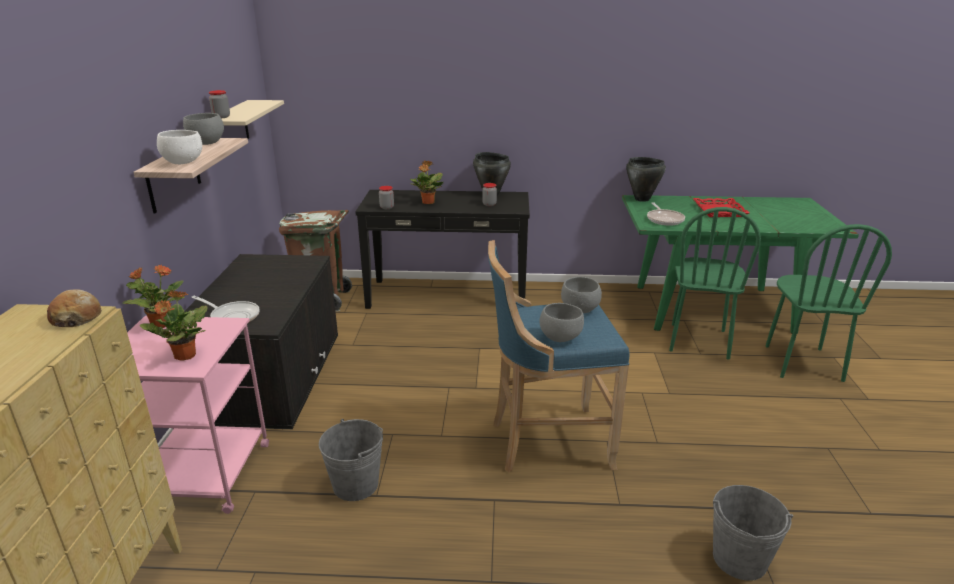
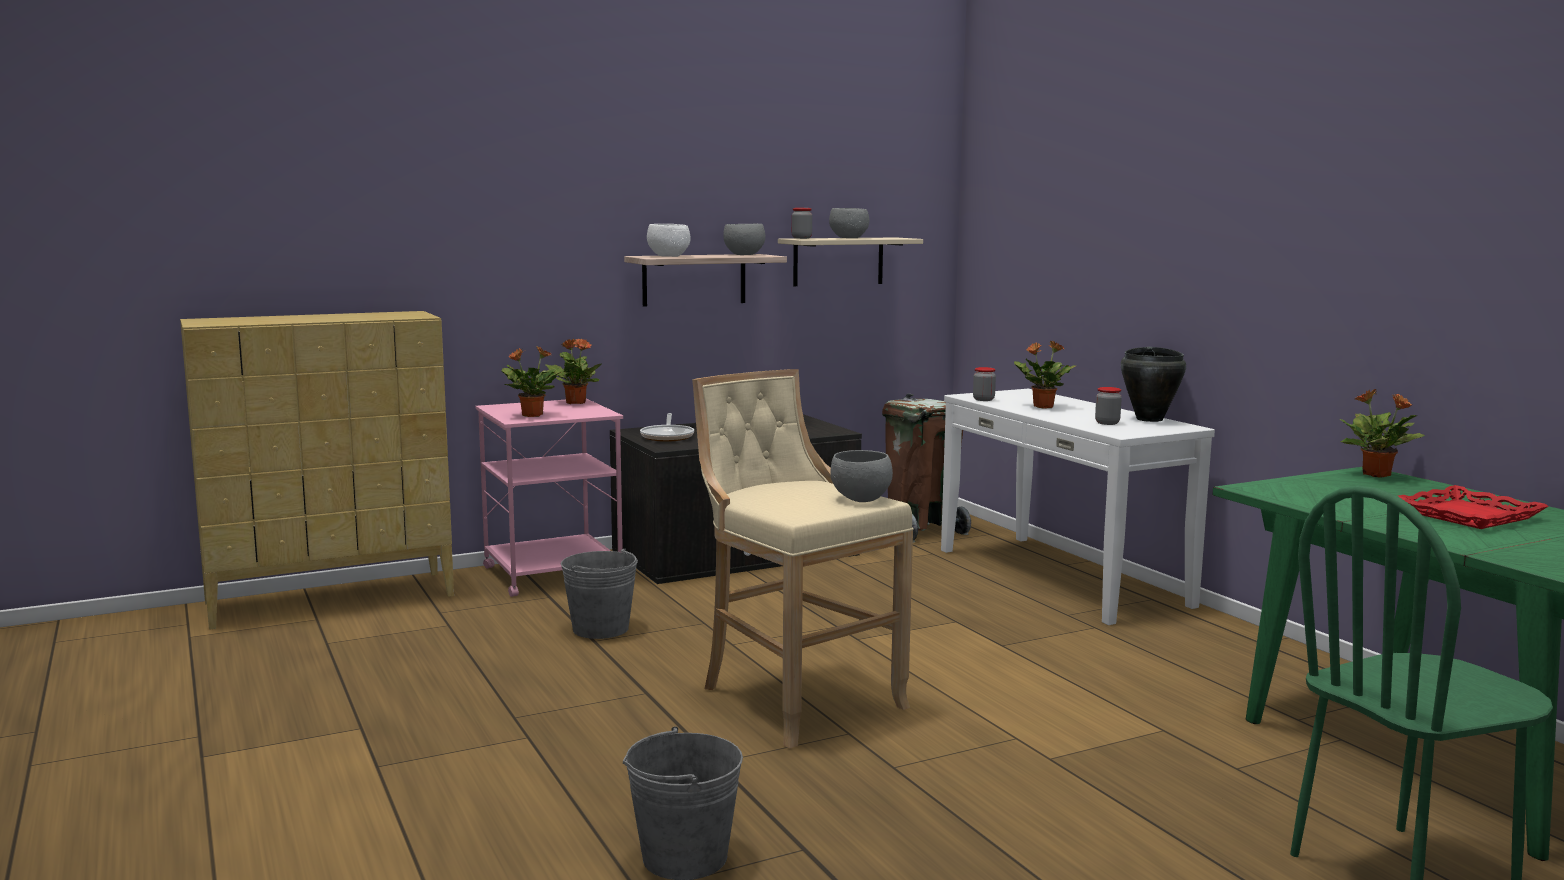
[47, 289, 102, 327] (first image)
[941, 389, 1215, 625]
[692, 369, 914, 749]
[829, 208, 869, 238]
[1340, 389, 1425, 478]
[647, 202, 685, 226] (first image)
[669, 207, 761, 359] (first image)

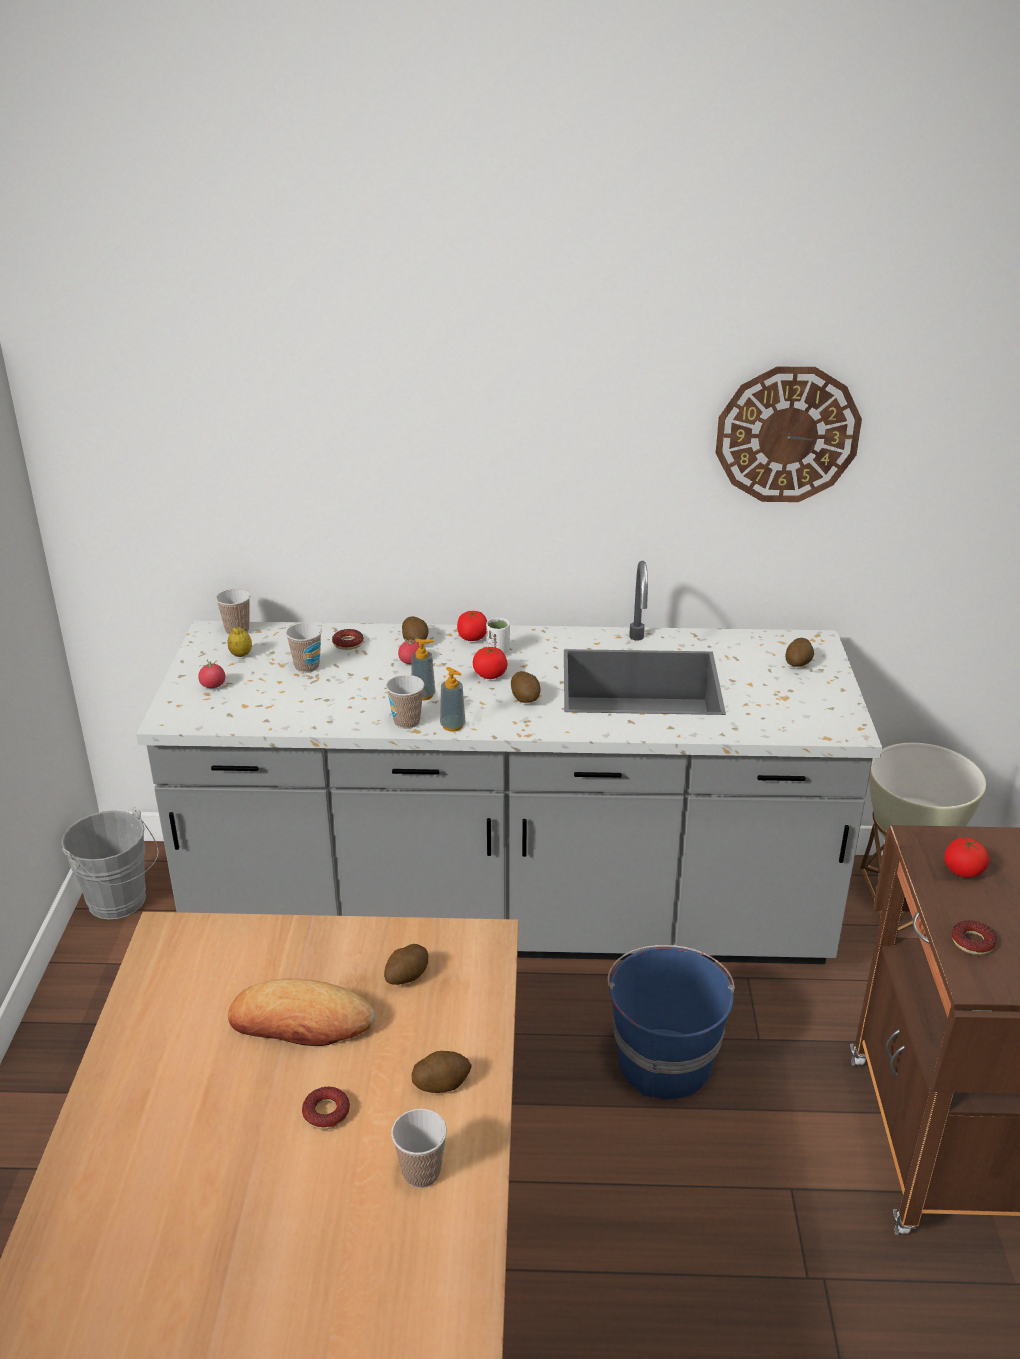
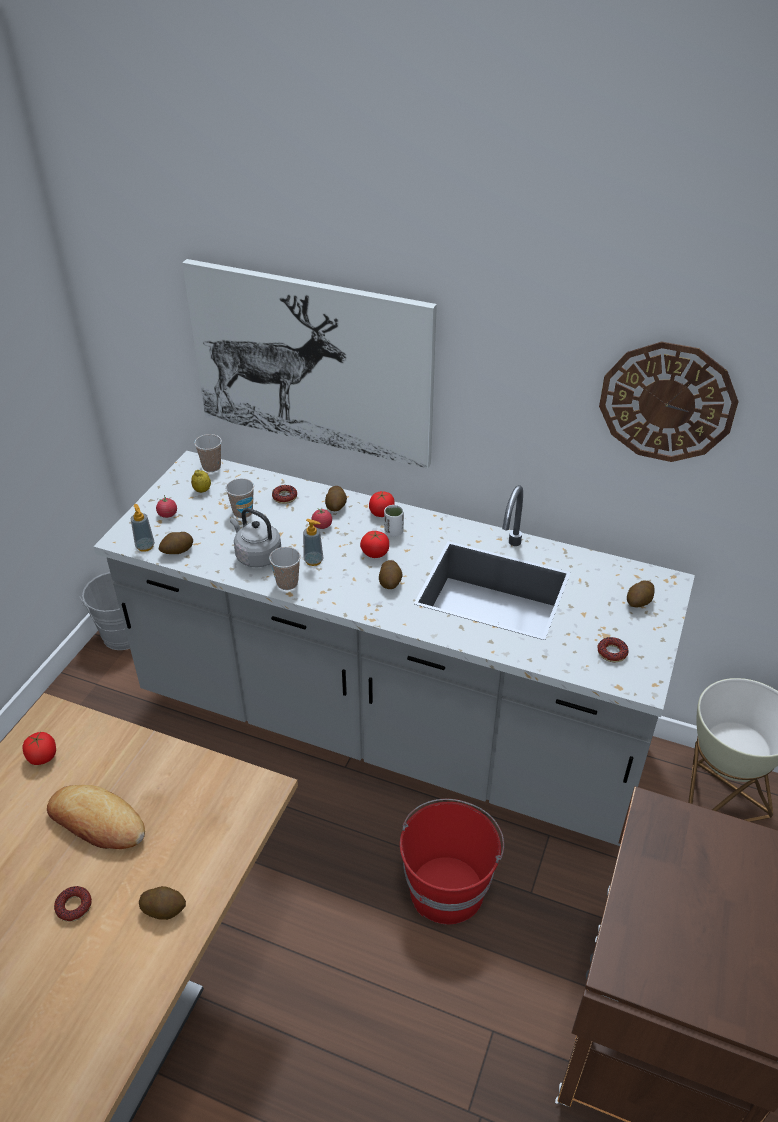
[158, 532, 193, 554]
[391, 1109, 447, 1188] (first image)
[131, 504, 155, 552]
[400, 799, 504, 924]
[22, 732, 56, 765]
[597, 637, 628, 662]
[182, 259, 437, 469]
[230, 508, 281, 567]

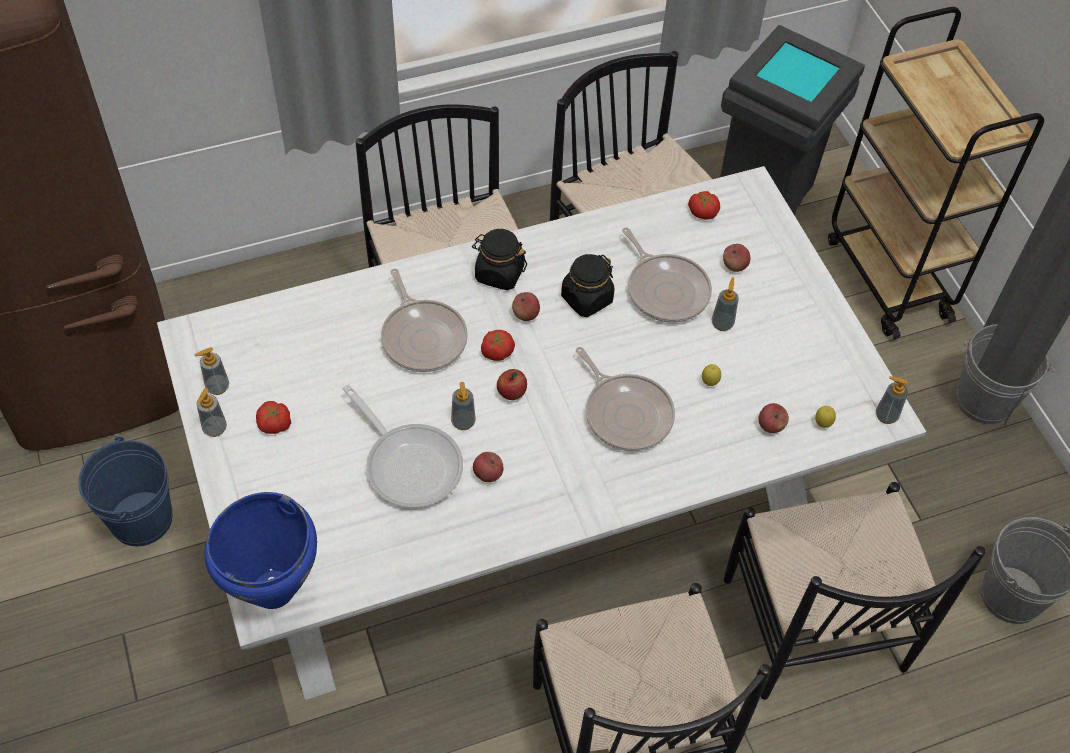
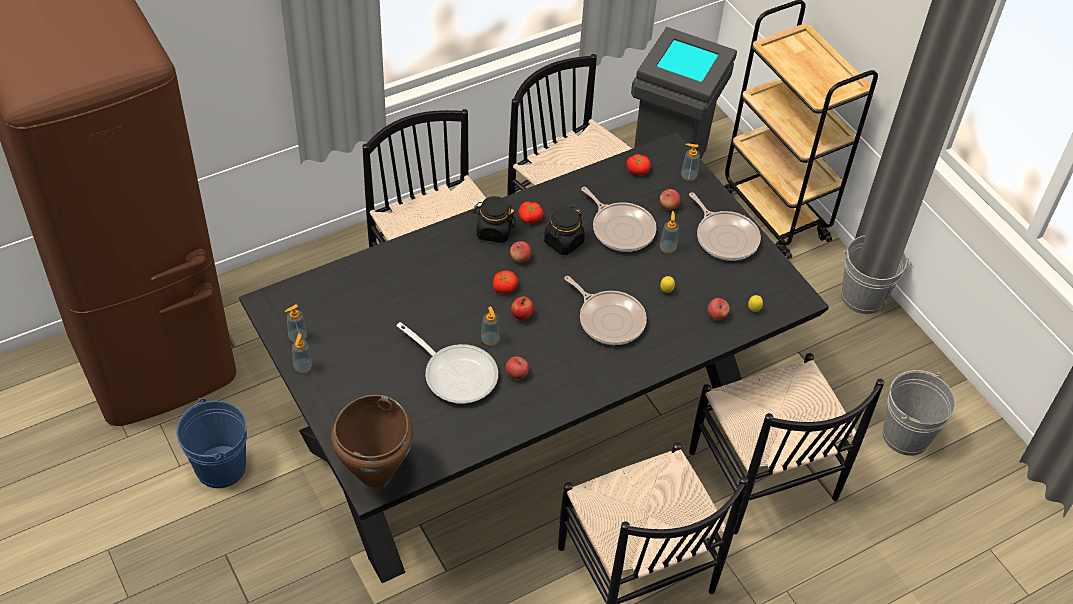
[239, 132, 829, 583]
[331, 395, 413, 487]
[518, 201, 544, 223]
[689, 192, 761, 261]
[681, 144, 700, 181]

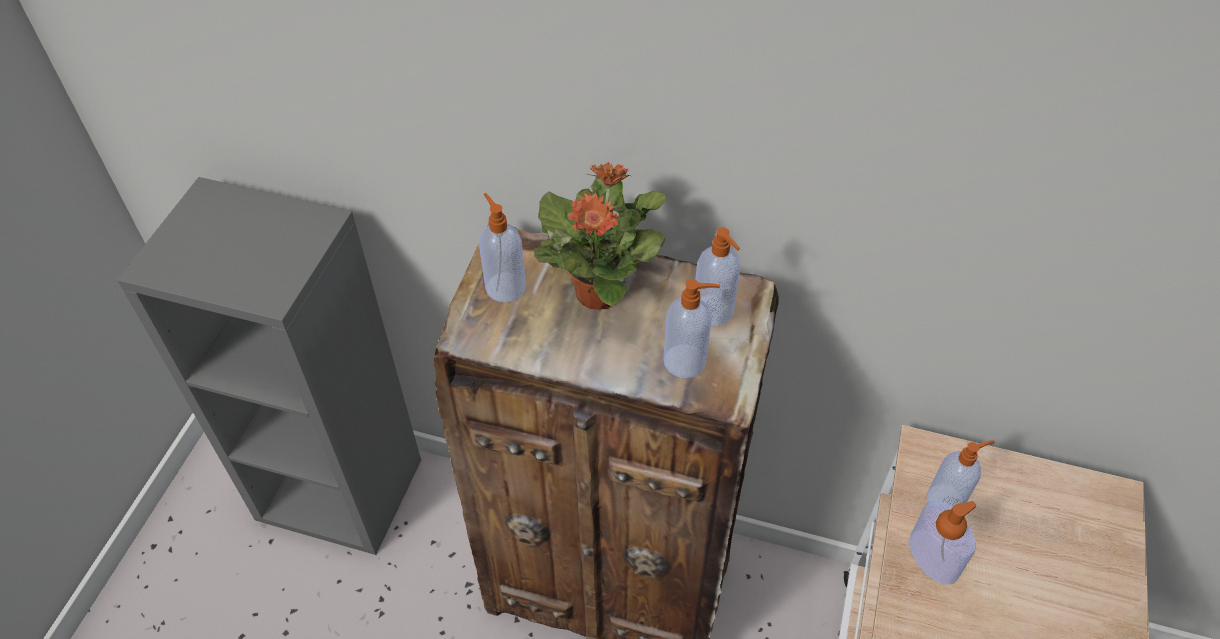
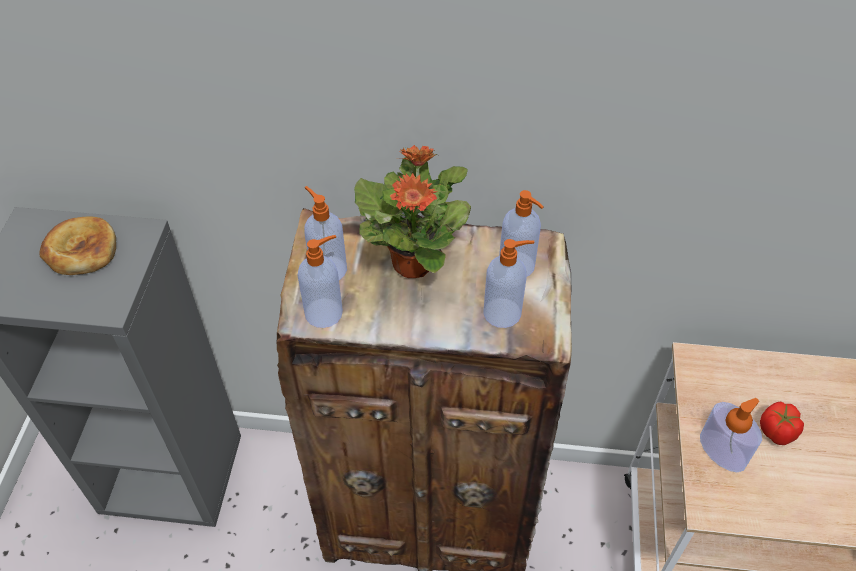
[297, 235, 343, 328]
[39, 216, 116, 275]
[760, 402, 804, 445]

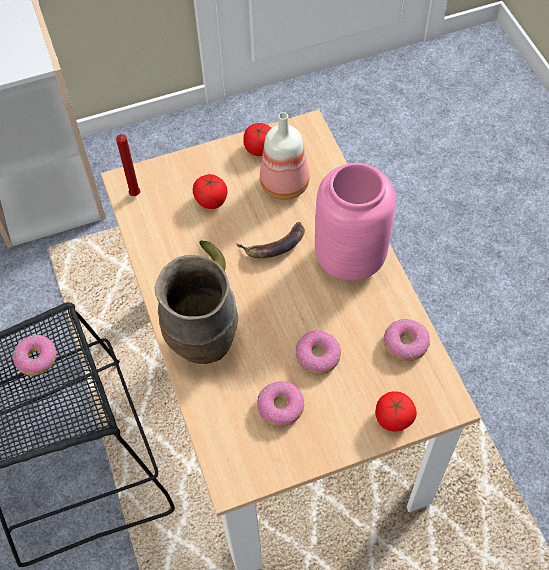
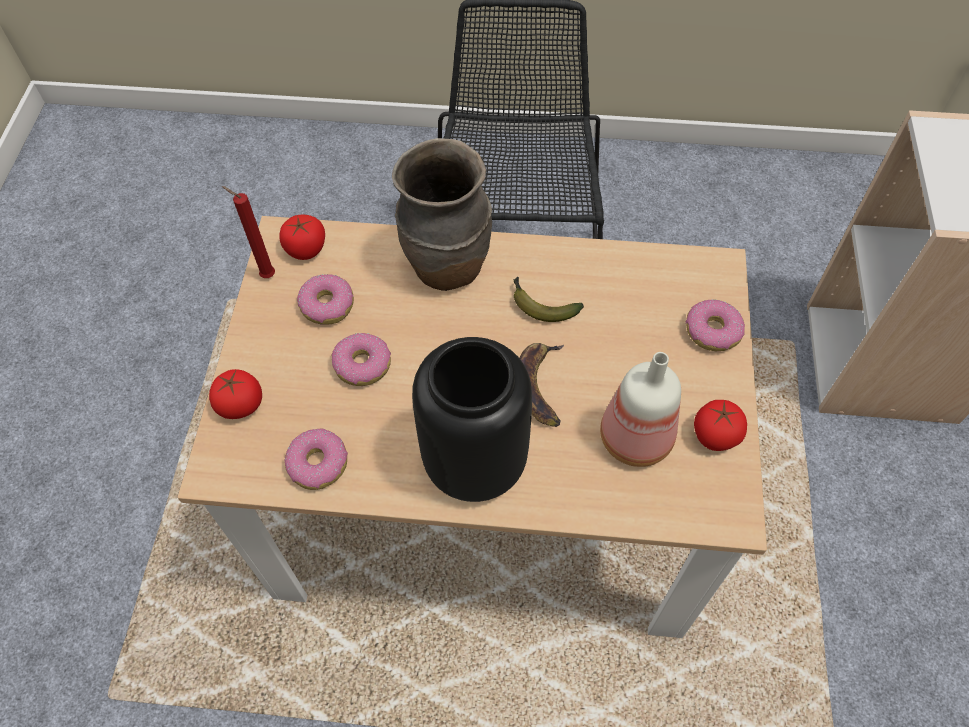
[686, 299, 745, 351]
[222, 186, 275, 278]
[280, 215, 325, 260]
[412, 337, 532, 502]

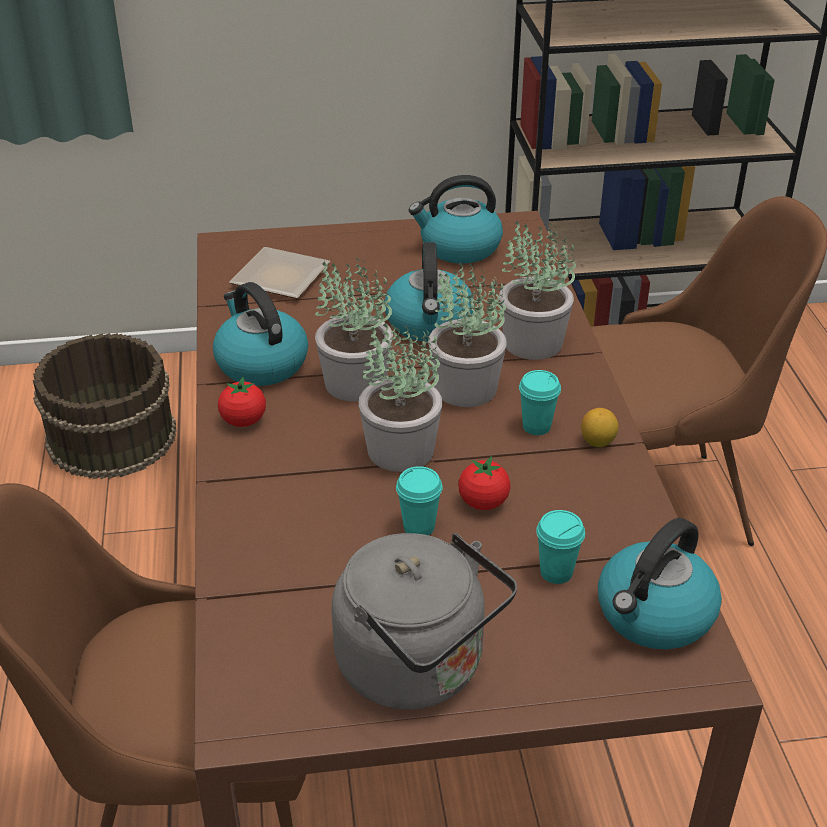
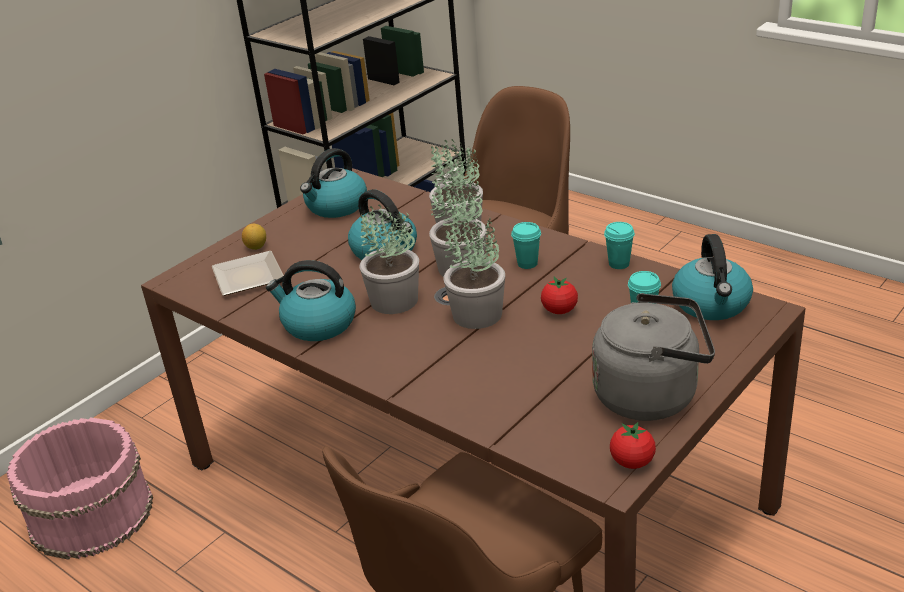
[6, 417, 153, 560]
[610, 422, 656, 469]
[604, 222, 635, 269]
[242, 224, 266, 250]

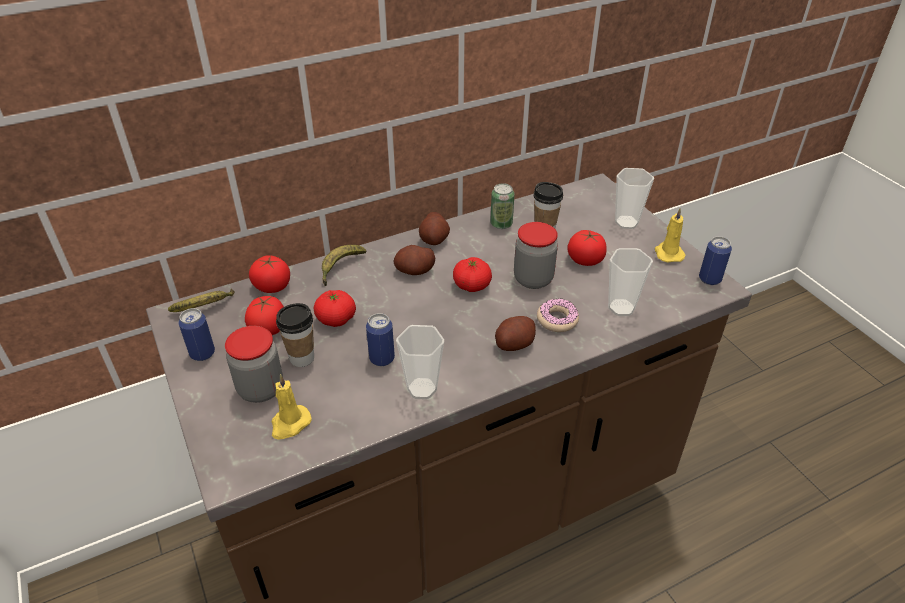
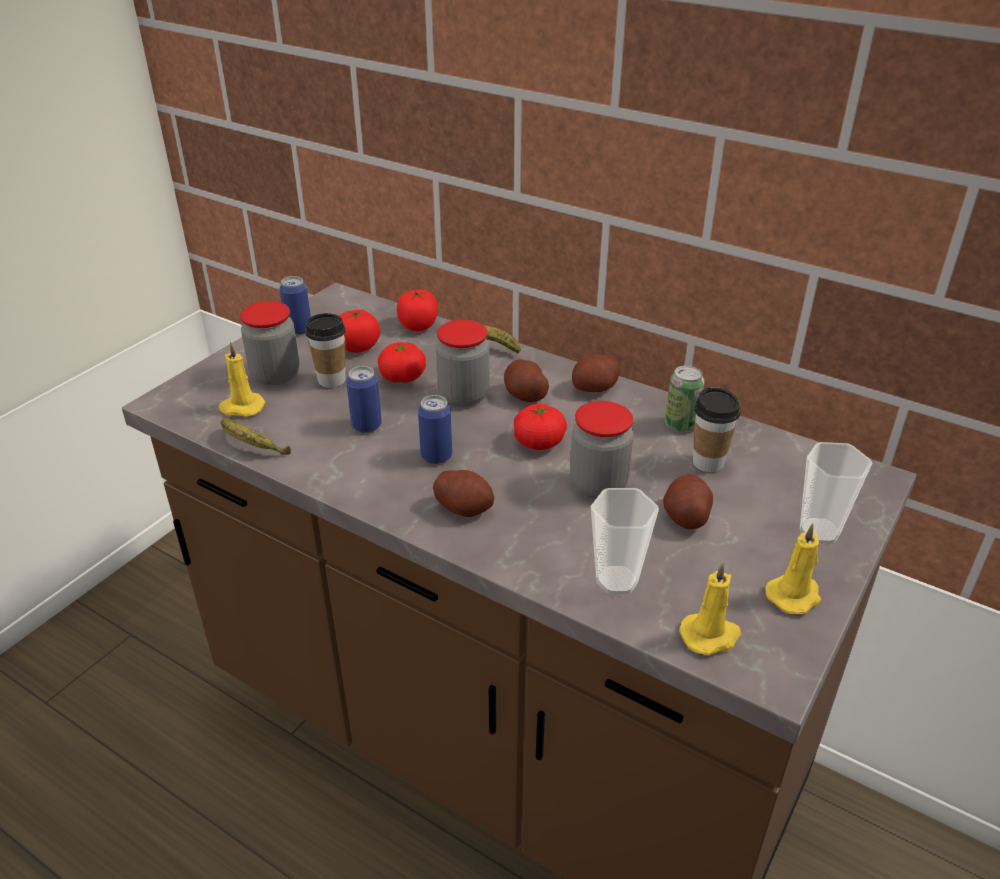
[221, 418, 291, 455]
[396, 325, 444, 399] (first image)
[537, 299, 579, 332] (first image)
[663, 474, 713, 529]
[418, 395, 452, 464]
[436, 320, 490, 406]
[679, 562, 741, 655]

